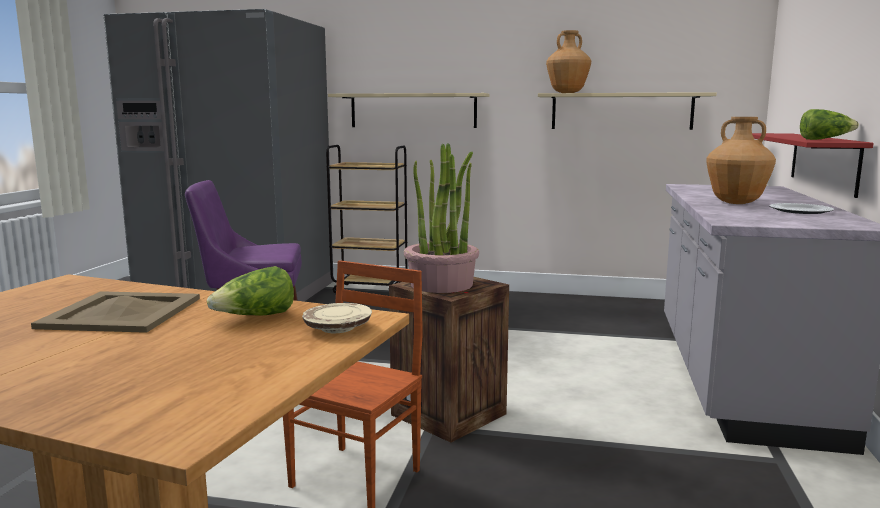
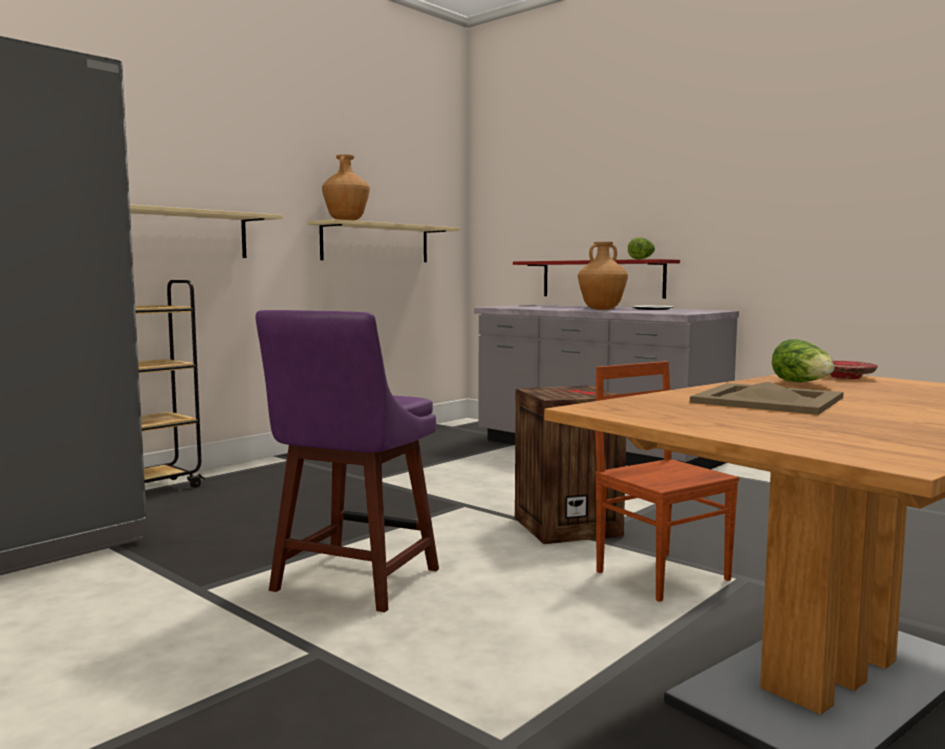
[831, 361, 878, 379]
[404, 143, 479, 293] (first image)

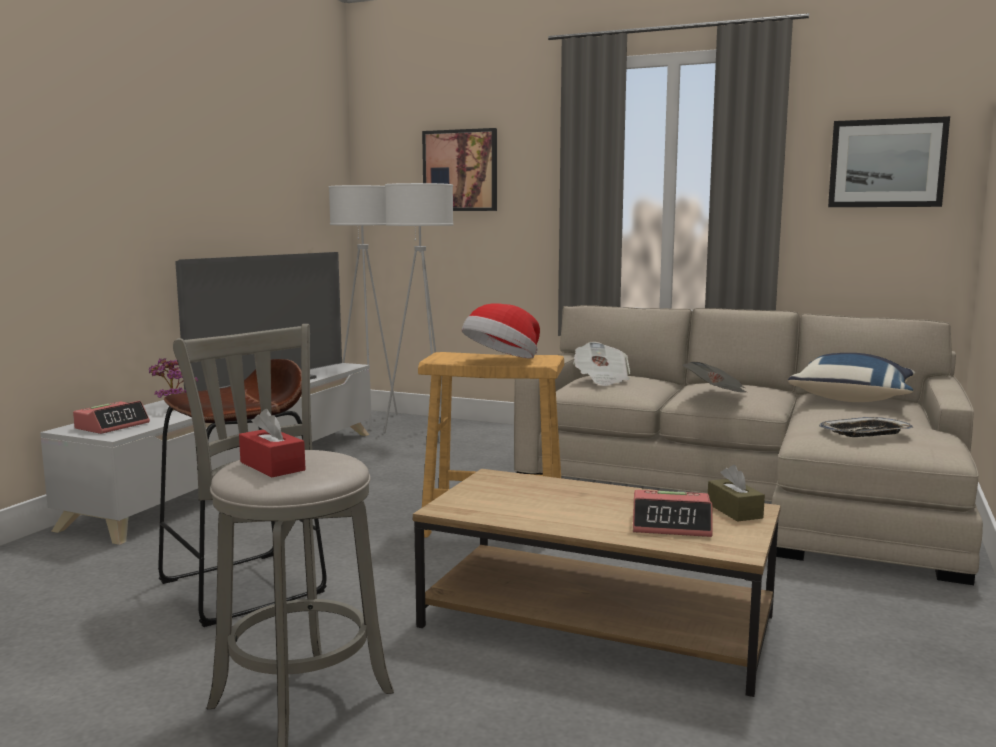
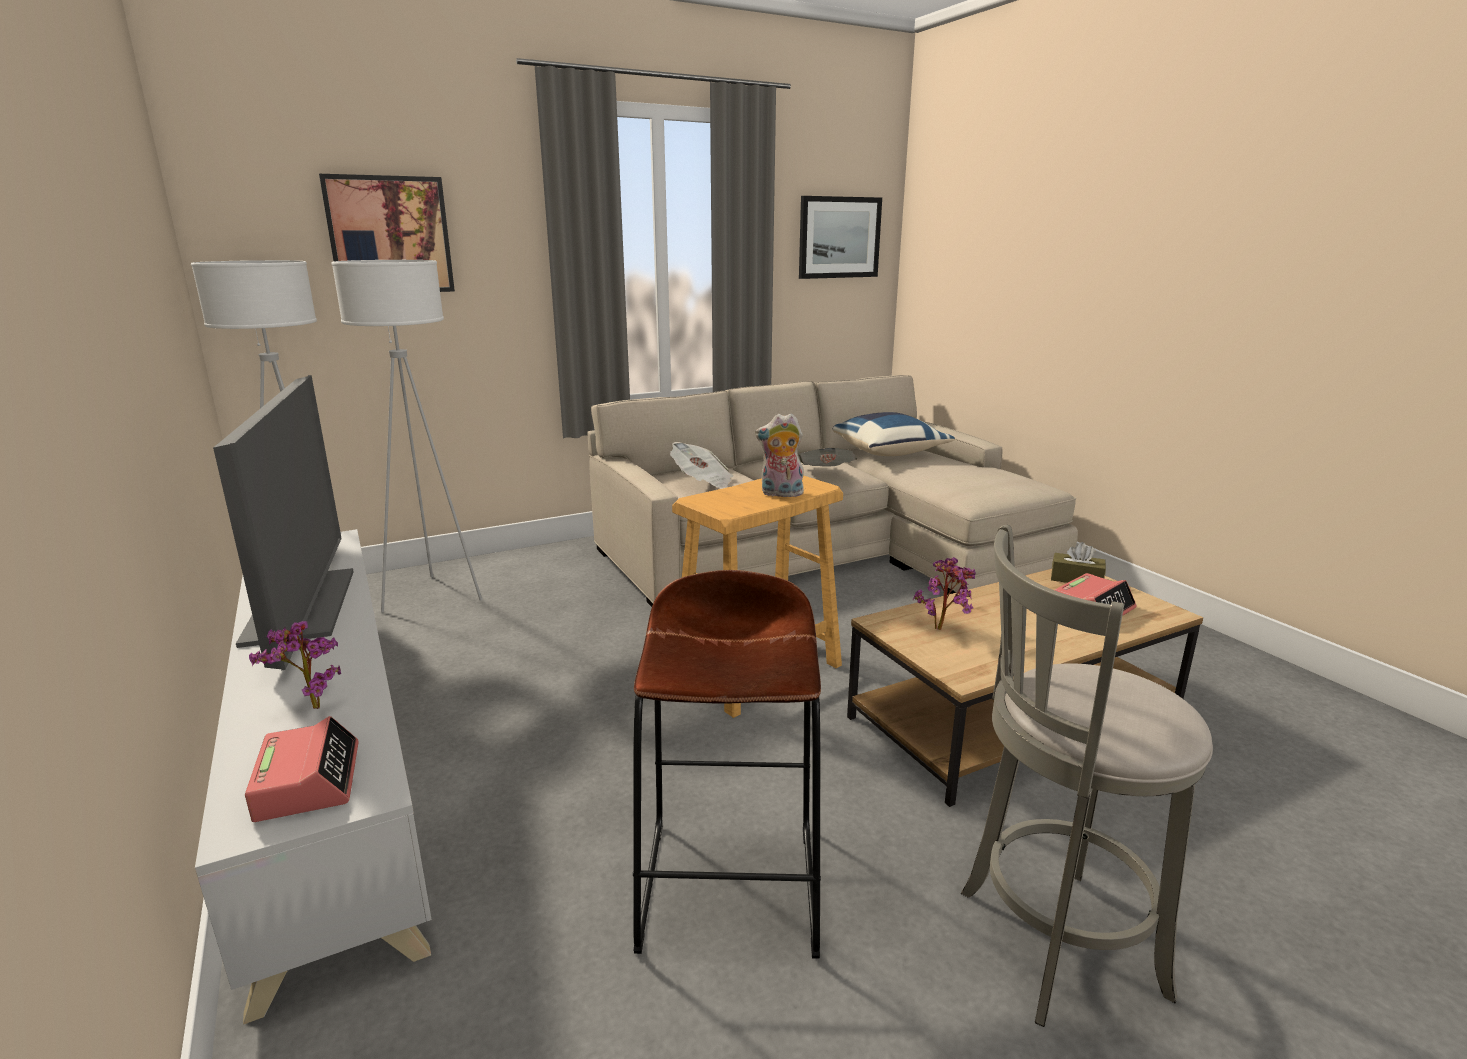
[239, 409, 306, 477] (first image)
[755, 413, 804, 497]
[819, 417, 914, 437] (first image)
[913, 557, 976, 630]

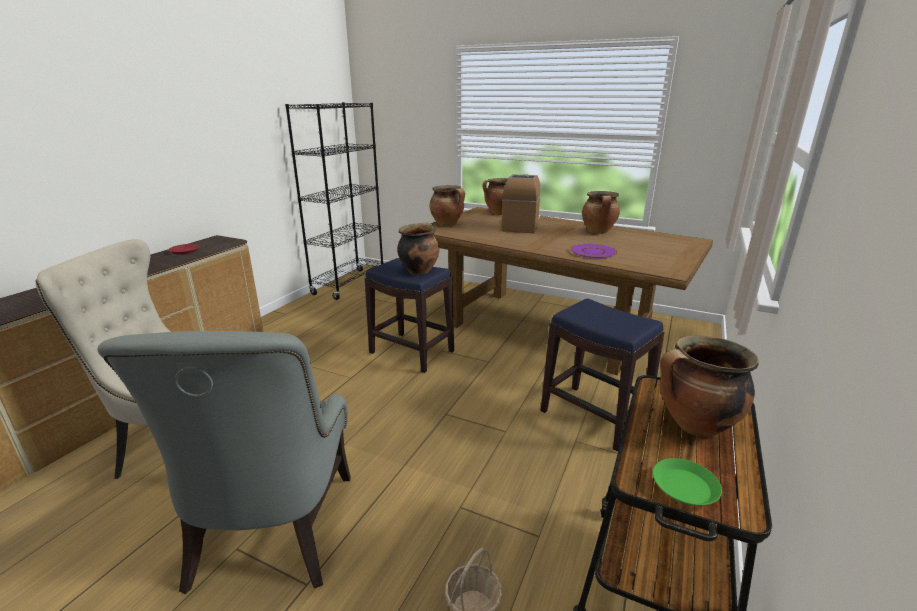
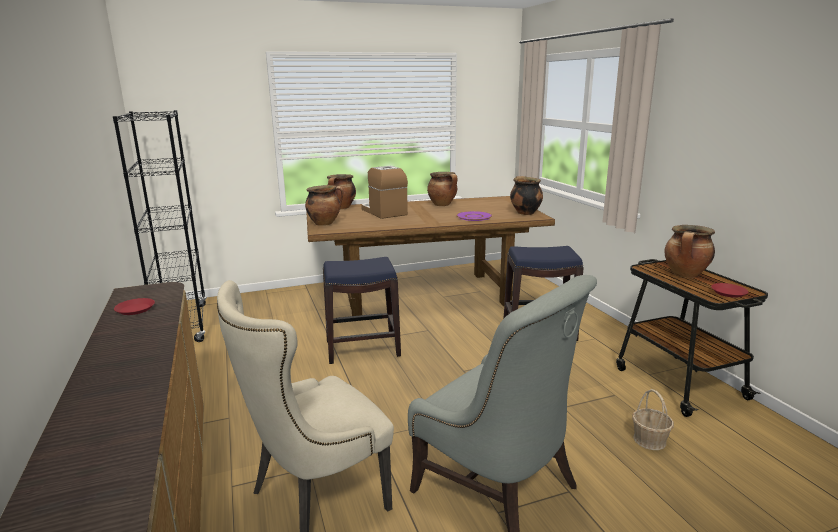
[510, 176, 543, 215]
[711, 283, 748, 297]

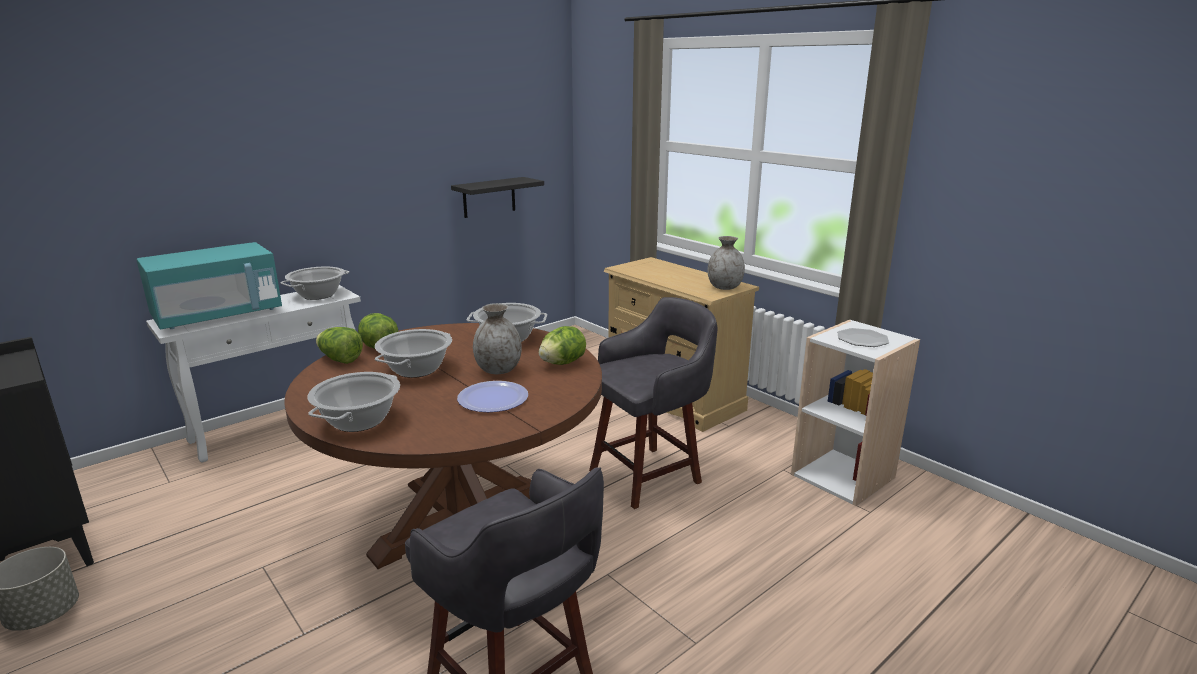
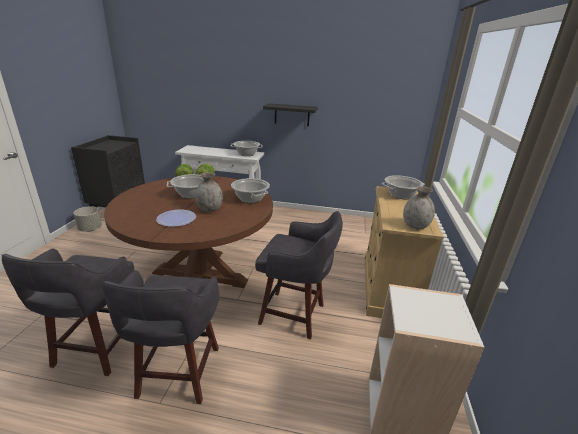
[137, 242, 282, 330] (first image)
[382, 175, 425, 199]
[263, 103, 318, 127]
[539, 326, 586, 365] (first image)
[838, 328, 889, 347] (first image)
[102, 270, 220, 404]

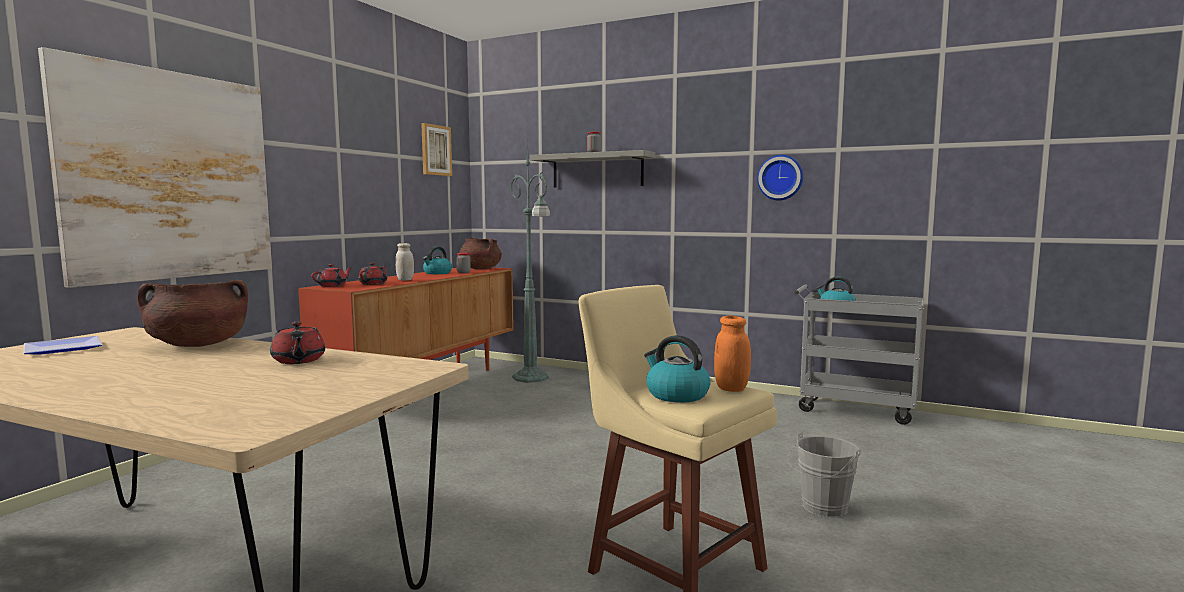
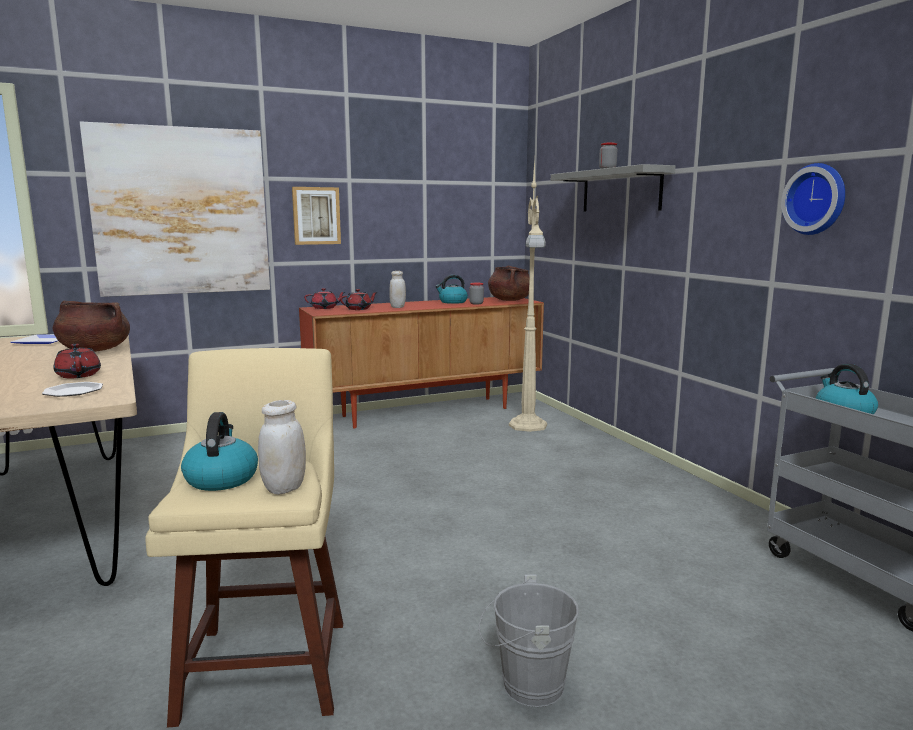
[54, 344, 101, 378]
[292, 187, 341, 245]
[509, 157, 547, 432]
[258, 400, 306, 495]
[42, 382, 103, 397]

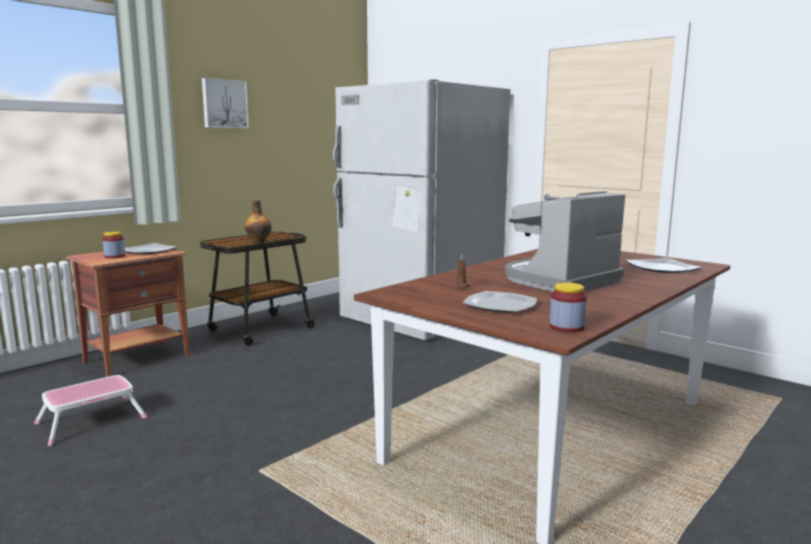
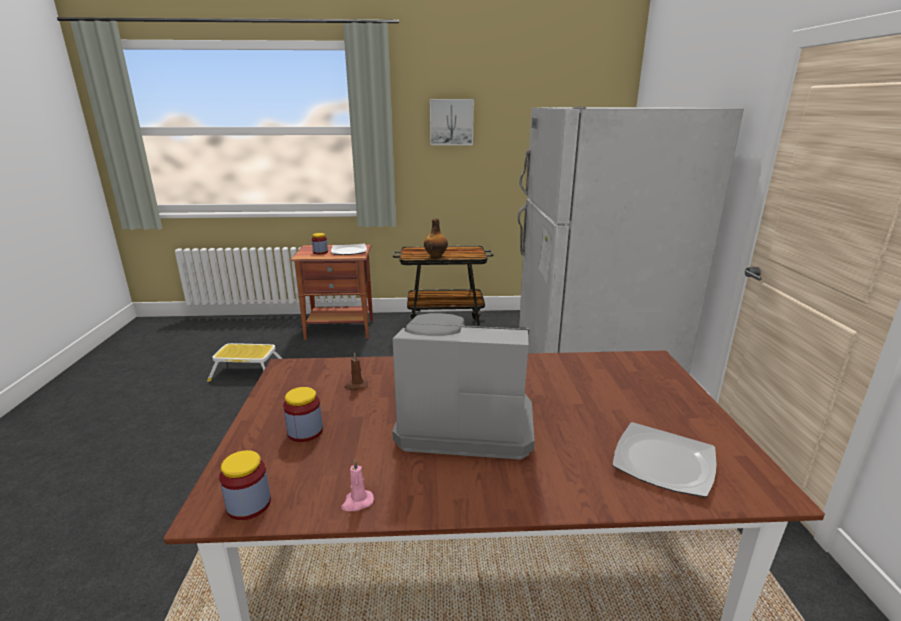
[207, 343, 282, 382]
[283, 387, 323, 442]
[341, 459, 374, 511]

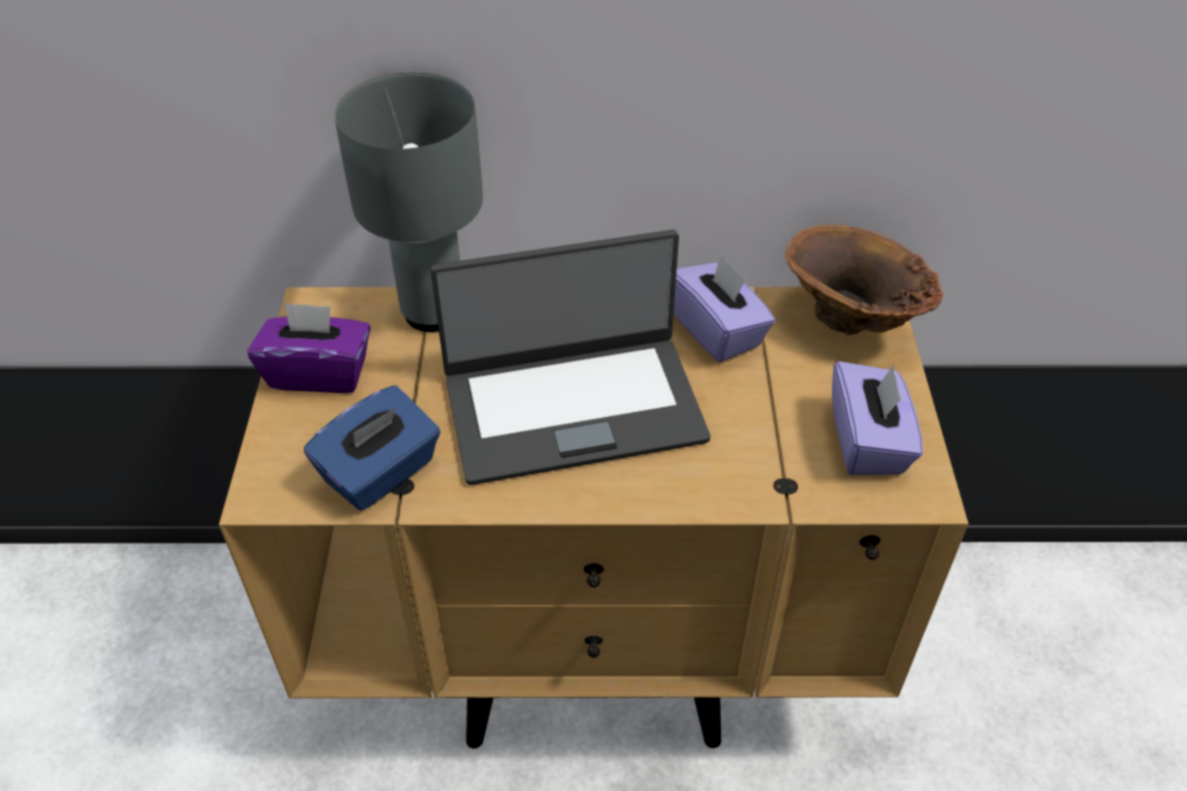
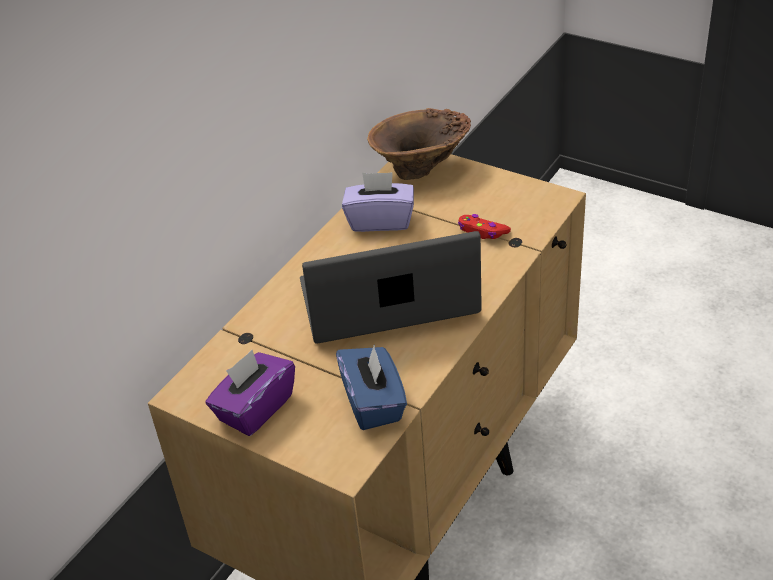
[335, 73, 483, 332] (first image)
[300, 231, 482, 344]
[832, 361, 923, 475] (first image)
[458, 214, 511, 239]

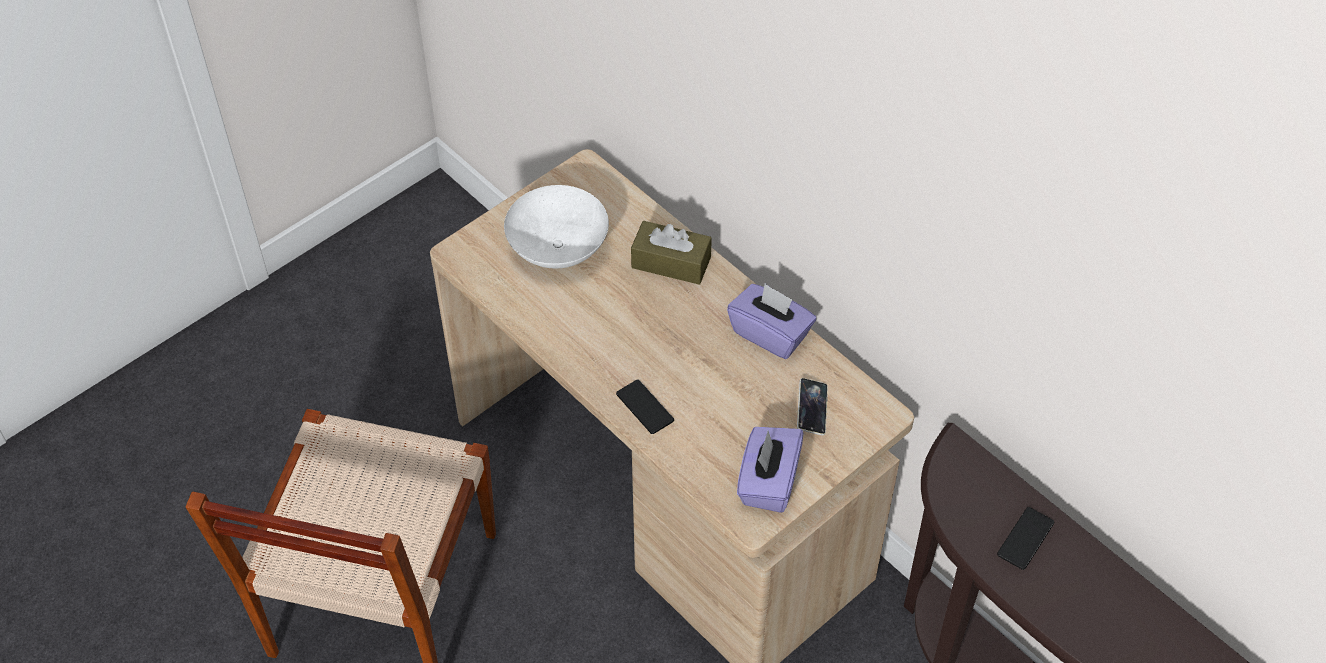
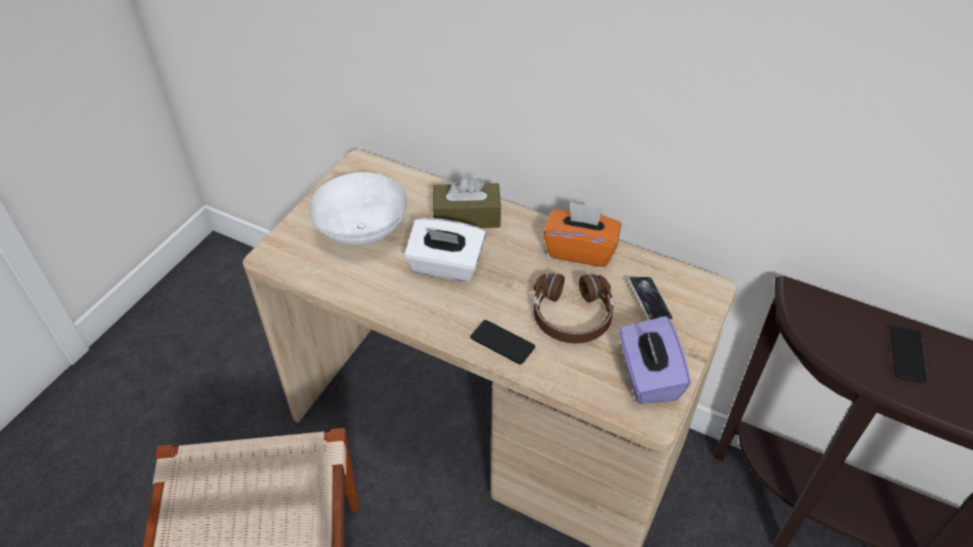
[543, 202, 621, 267]
[404, 218, 486, 282]
[534, 274, 613, 344]

